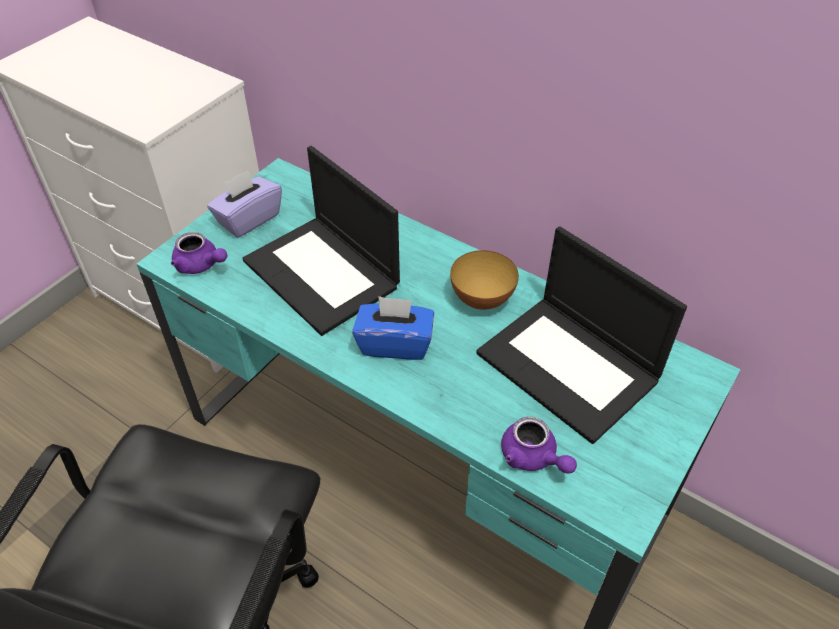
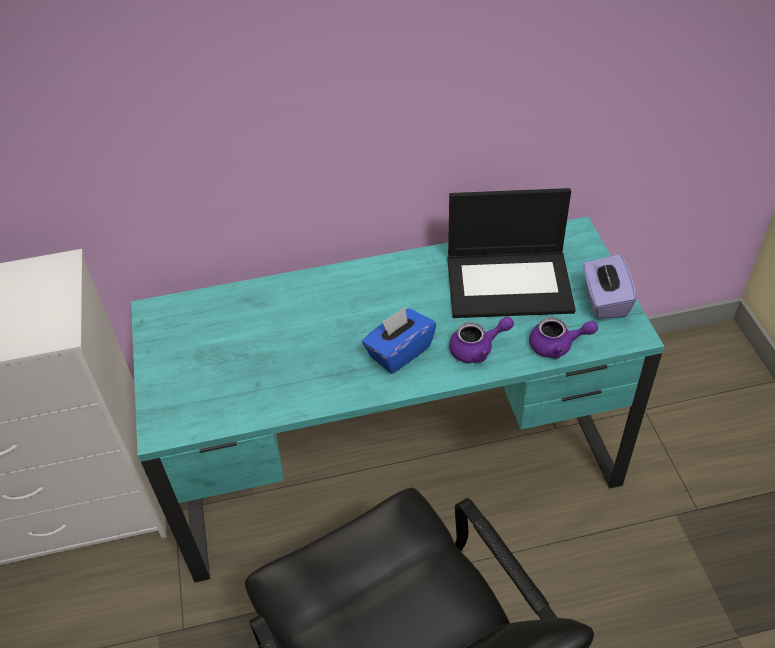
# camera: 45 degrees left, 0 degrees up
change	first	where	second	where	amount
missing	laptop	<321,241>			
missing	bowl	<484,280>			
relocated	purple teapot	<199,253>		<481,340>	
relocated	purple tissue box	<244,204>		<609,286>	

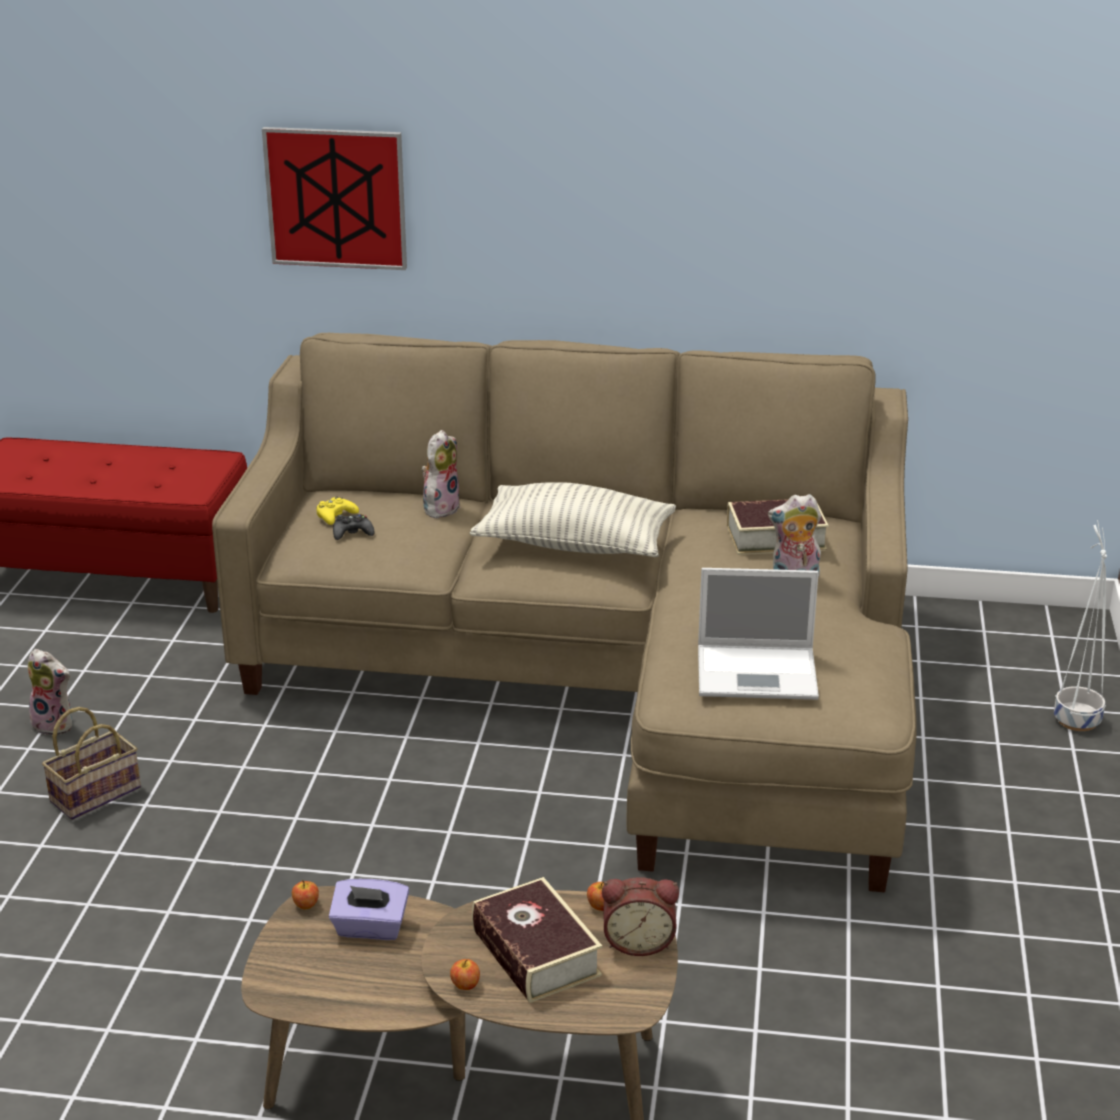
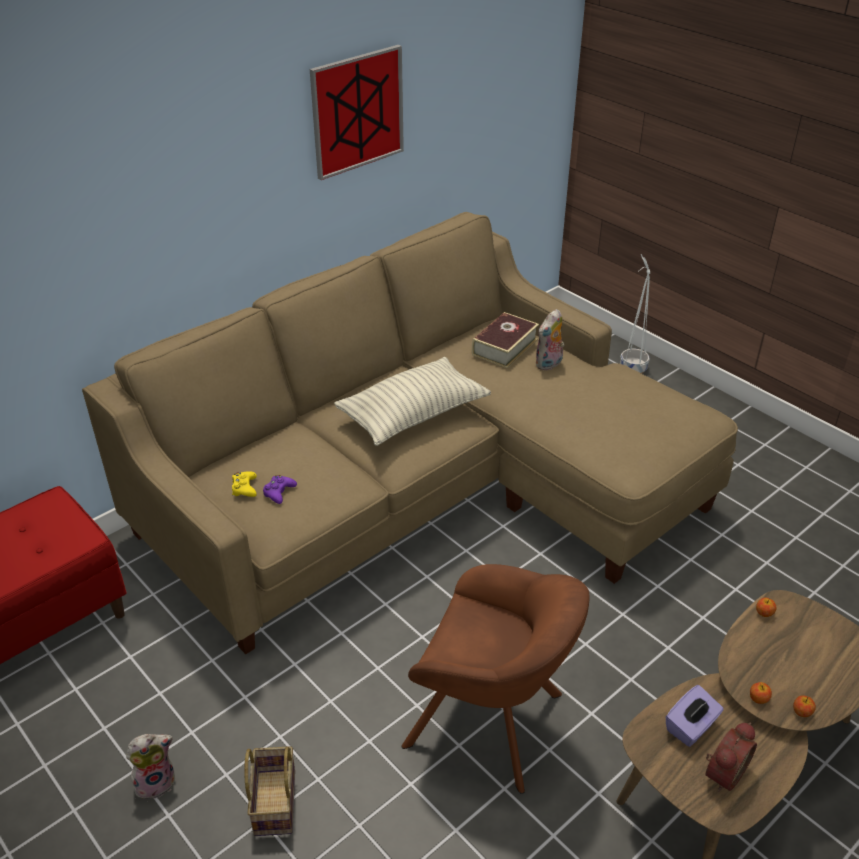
# camera: 50 degrees left, 10 degrees up
change	first	where	second	where	amount
missing	plush toy	<441,474>			
missing	book	<537,940>			
missing	laptop	<758,634>			
appeared			brown armchair	<495,679>	
relocated	picture	<334,198>		<357,112>	
relocated	apple	<305,895>		<761,693>	
relocated	alarm clock	<640,916>		<731,757>	
colour	black game controller	<354,527>	purple game controller	<280,489>	

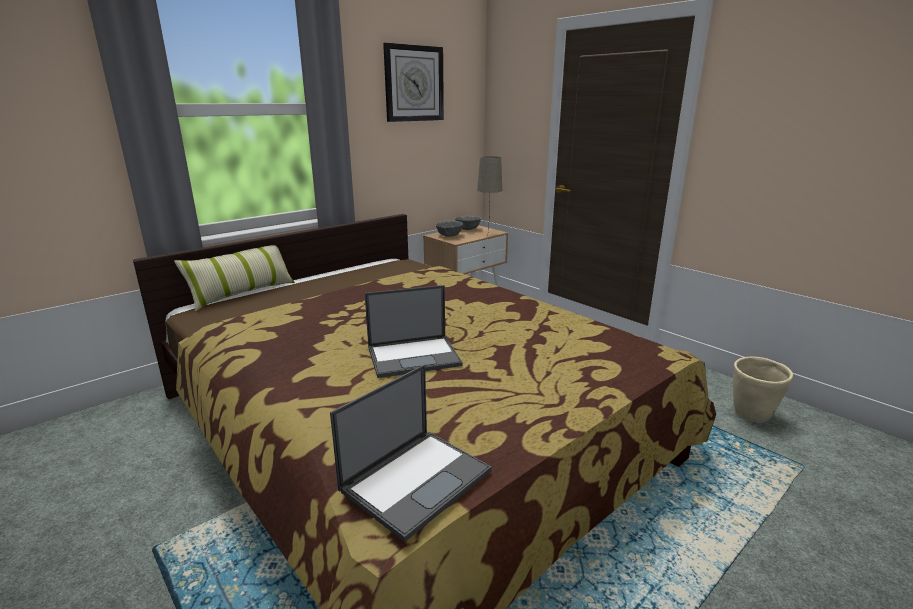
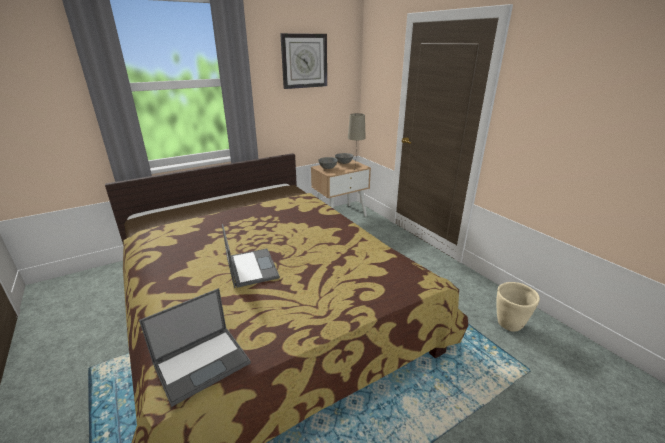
# camera: 10 degrees right, 5 degrees up
change	first	where	second	where	amount
missing	pillow	<234,278>			
spun	laptop	<414,331>		<251,256>	105 degrees counterclockwise

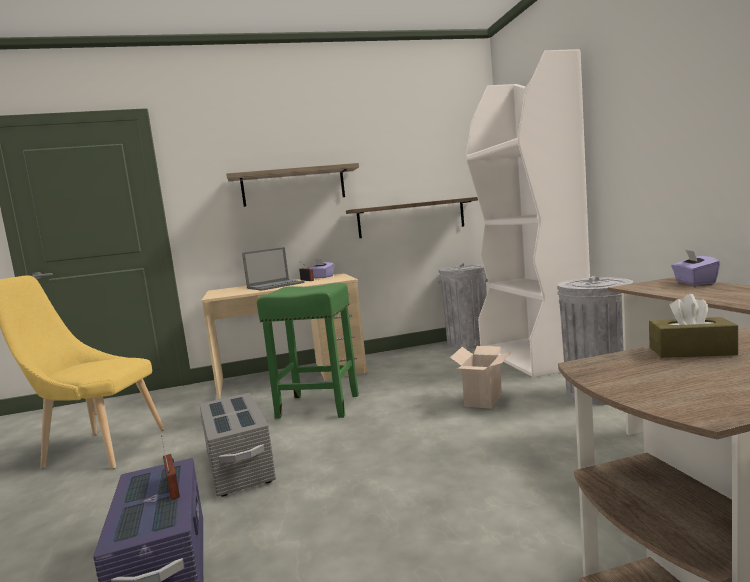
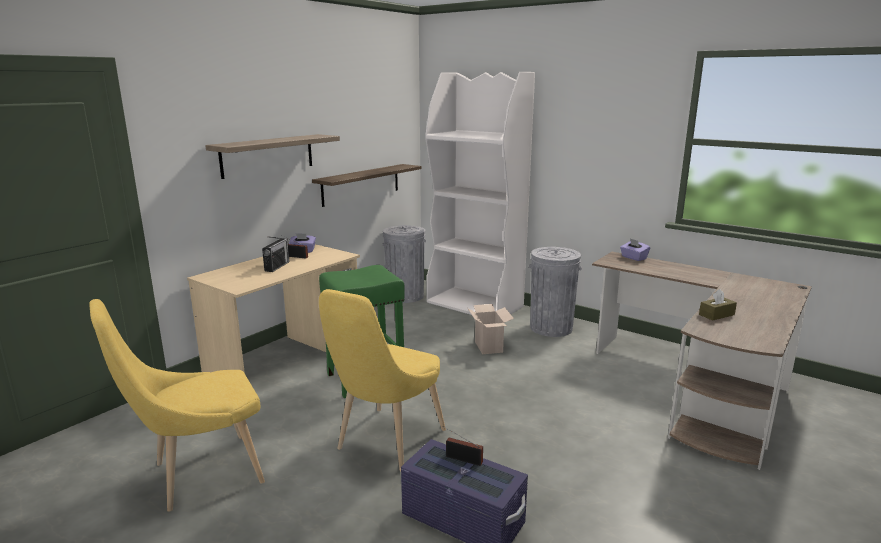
# camera: 40 degrees left, 10 degrees up
change	first	where	second	where	amount
exchanged	grey storage box	<237,445>	yellow chair	<382,380>	
exchanged	laptop	<273,269>	radio	<276,254>	

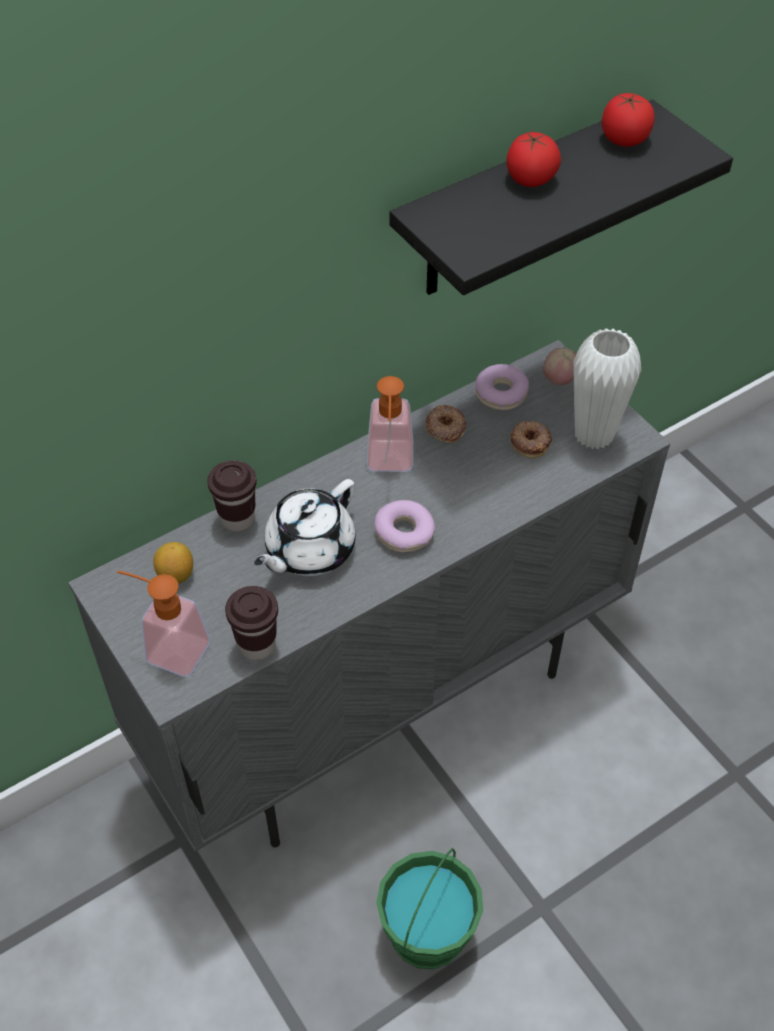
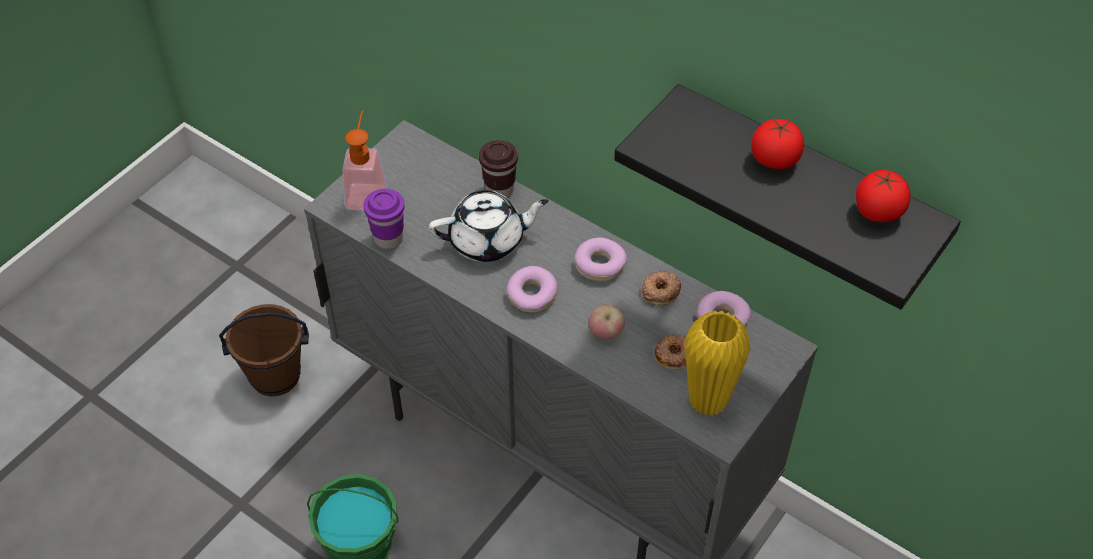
# camera: 70 degrees right, 0 degrees up
change	first	where	second	where	amount
missing	lemon	<173,563>			
appeared			brown bucket	<264,350>	
relocated	apple	<559,366>		<607,321>	
exchanged	soap dispenser	<390,424>	donut	<601,259>	
colour	brown cup	<251,623>	purple cup	<384,219>	
colour	white vase	<607,388>	yellow vase	<717,363>	
spun	white teapot	<305,527>		<489,226>	150 degrees clockwise

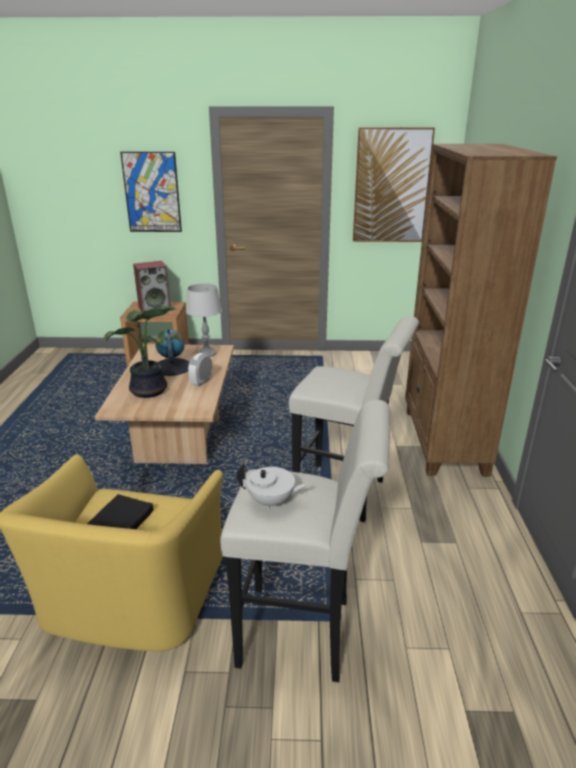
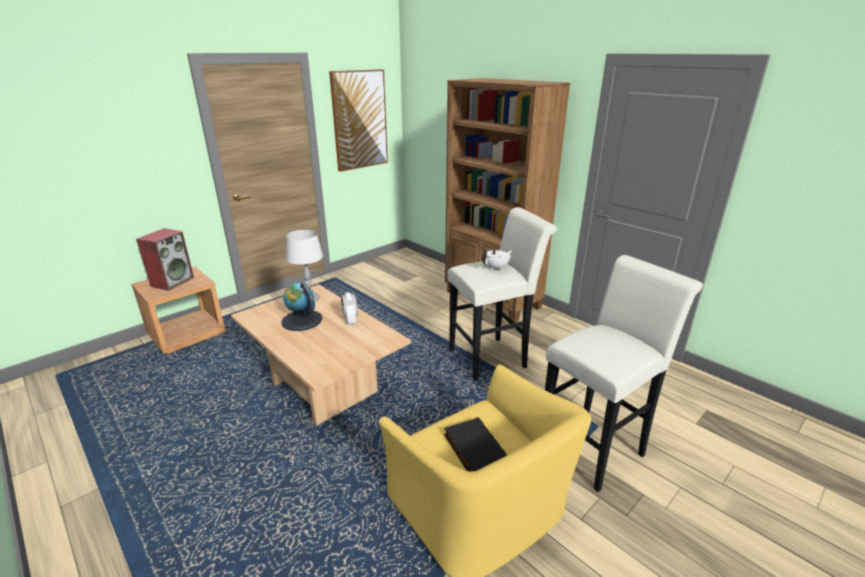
# camera: 45 degrees left, 0 degrees up
change	first	where	second	where	amount
missing	potted plant	<140,352>			
missing	picture	<151,192>			
relocated	white teapot	<273,487>		<497,260>	

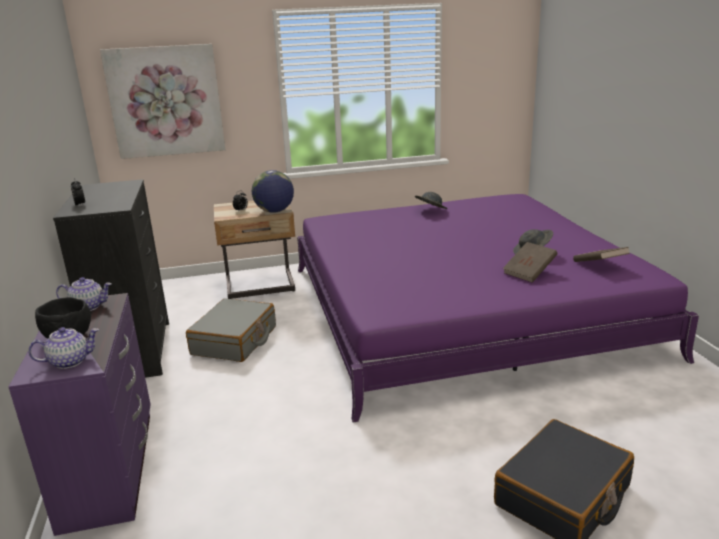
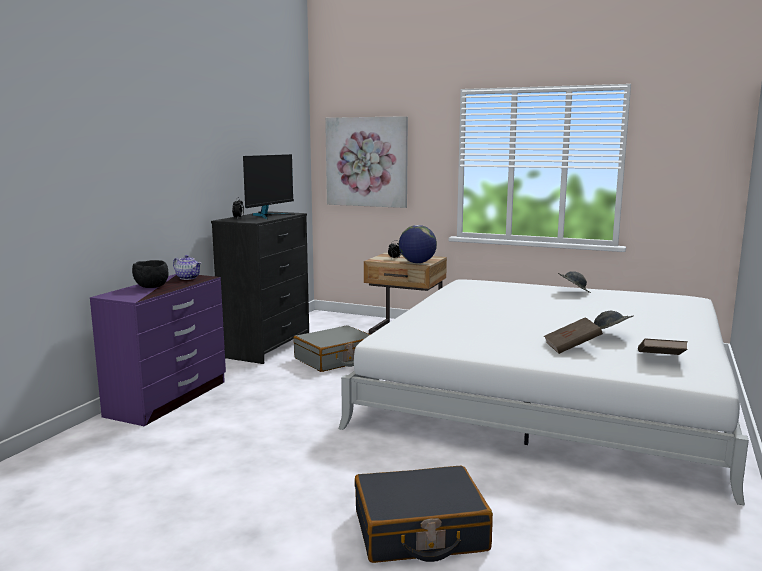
# camera: 35 degrees right, 10 degrees down
change	first	where	second	where	amount
missing	teapot	<63,348>			
appeared			monitor	<269,187>	
colour	purple bed	<498,308>	white bed	<543,392>	

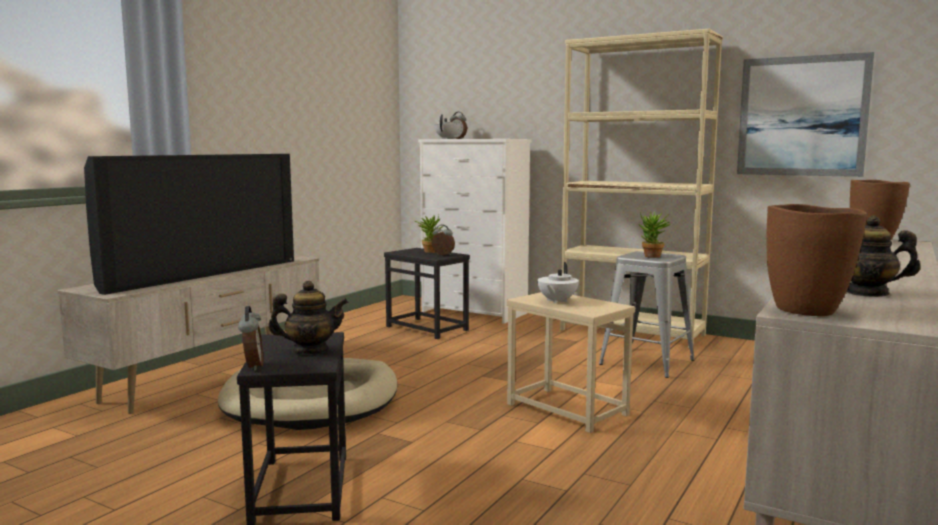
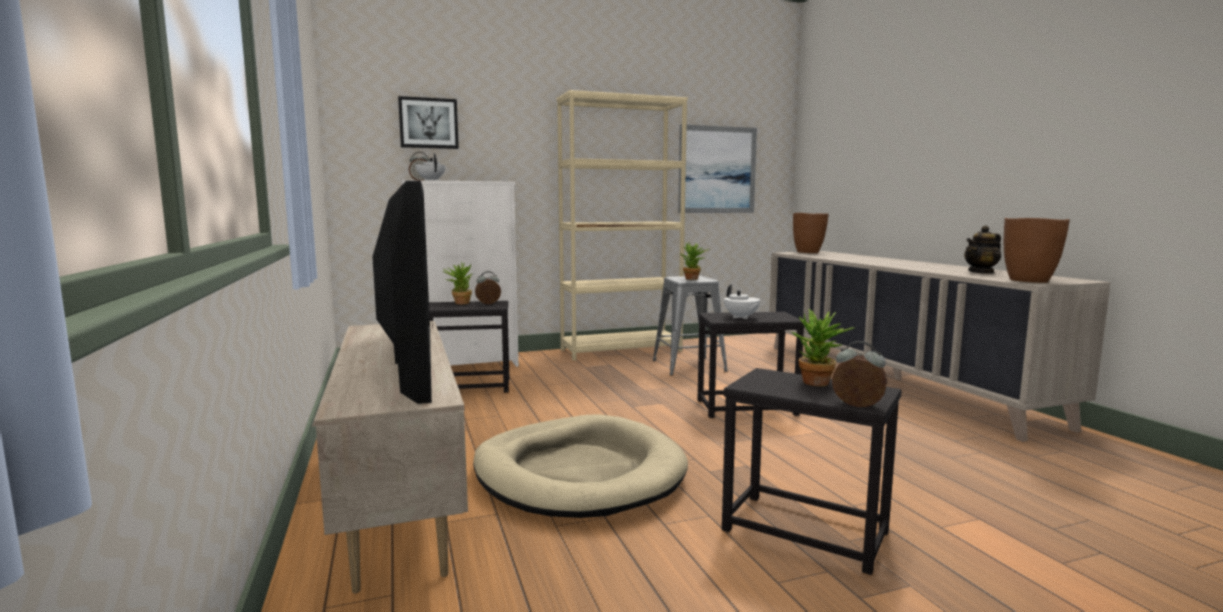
# camera: 50 degrees left, 0 degrees up
change	first	where	second	where	amount
appeared			picture	<428,122>	
exchanged	teapot	<308,317>	potted plant	<823,347>	
colour	beige side table	<571,362>	black side table	<751,365>	

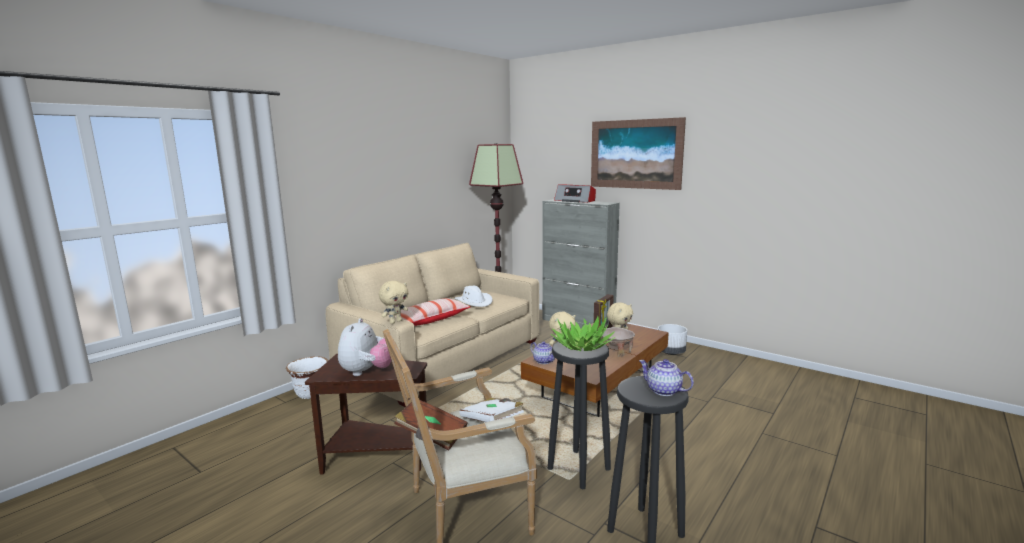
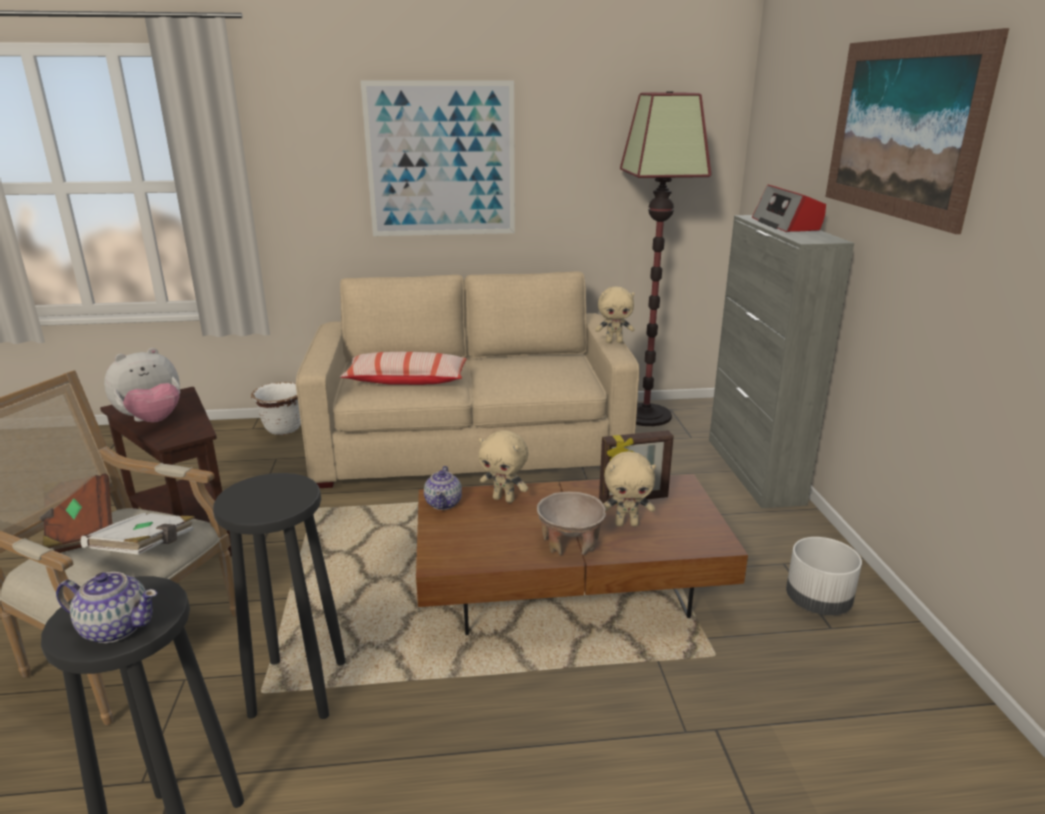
# camera: 45 degrees right, 10 degrees up
change	first	where	second	where	amount
missing	white hat	<473,296>			
missing	potted plant	<583,333>			
appeared			picture	<438,158>	
relocated	beige plush toy	<393,302>		<615,314>	
spun	teapot	<666,377>		<106,607>	105 degrees clockwise

